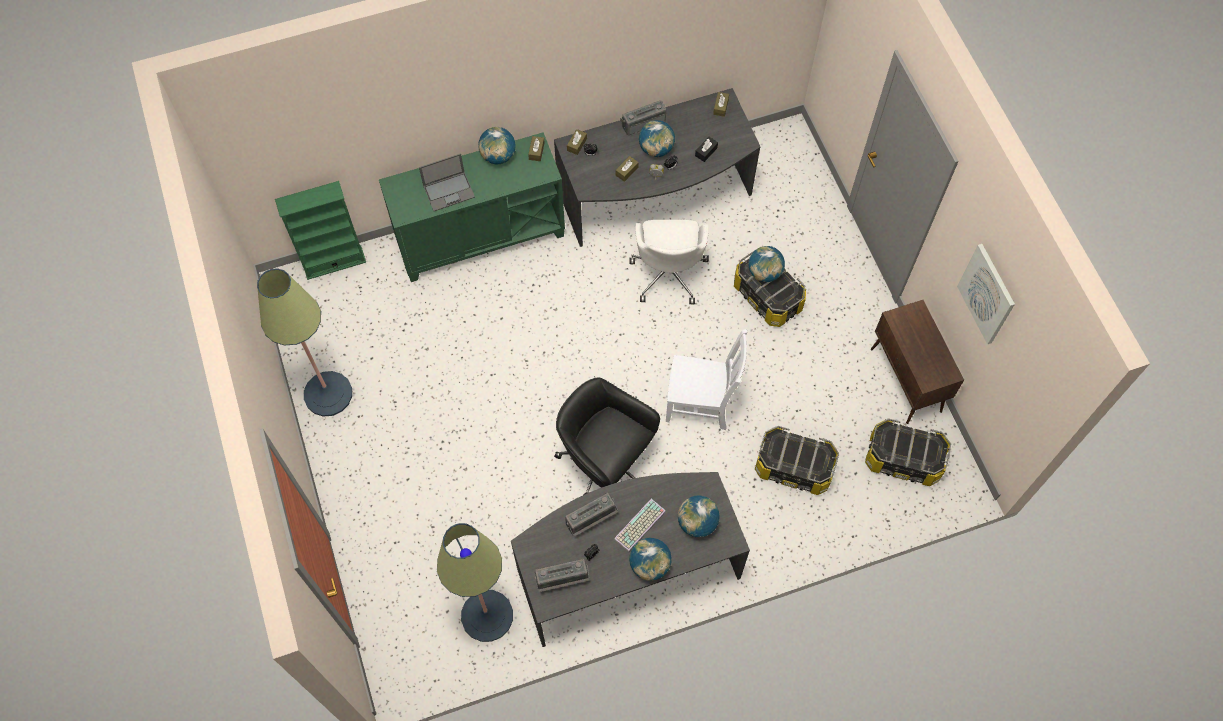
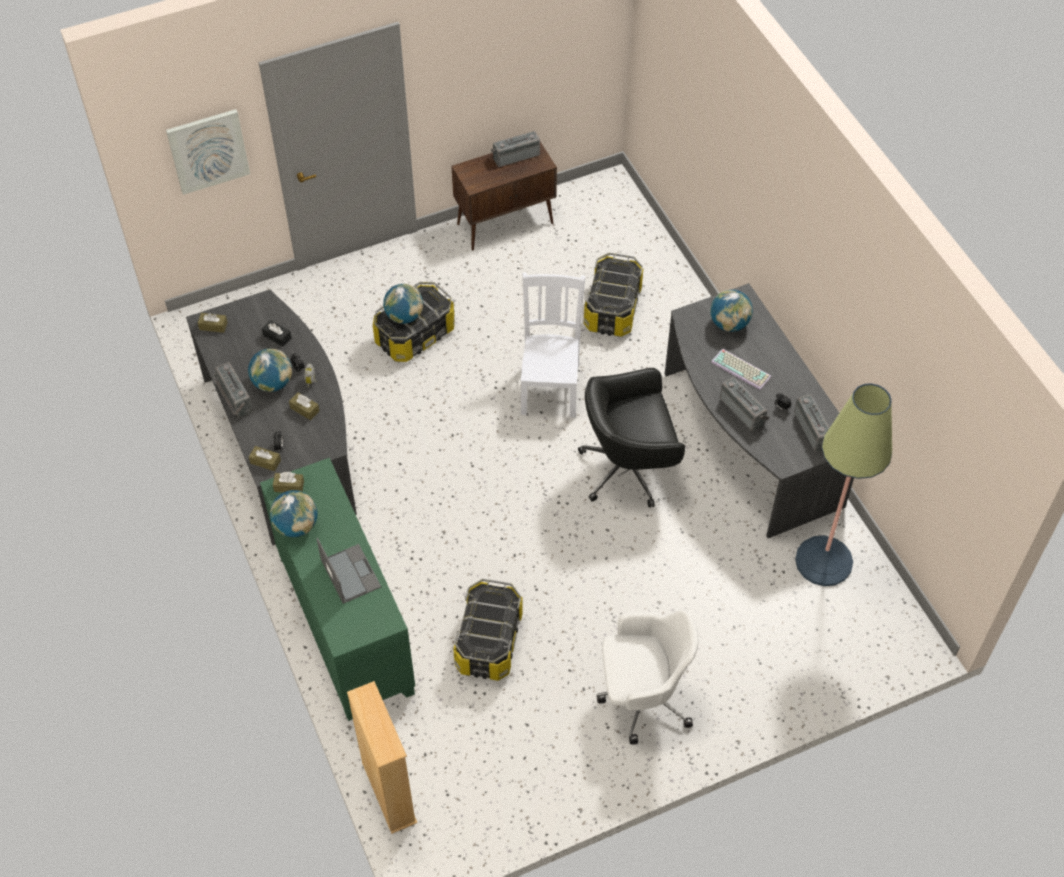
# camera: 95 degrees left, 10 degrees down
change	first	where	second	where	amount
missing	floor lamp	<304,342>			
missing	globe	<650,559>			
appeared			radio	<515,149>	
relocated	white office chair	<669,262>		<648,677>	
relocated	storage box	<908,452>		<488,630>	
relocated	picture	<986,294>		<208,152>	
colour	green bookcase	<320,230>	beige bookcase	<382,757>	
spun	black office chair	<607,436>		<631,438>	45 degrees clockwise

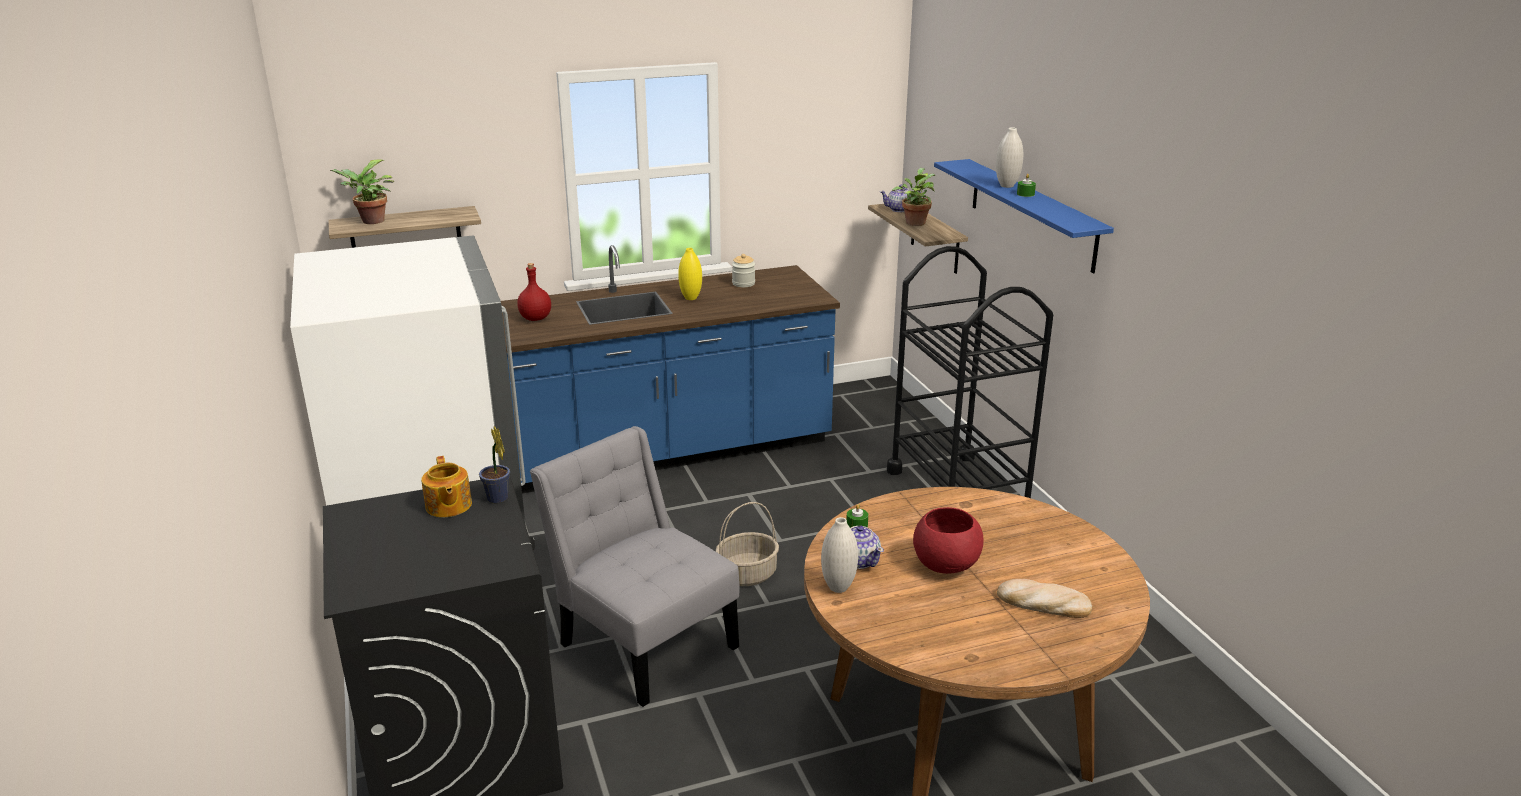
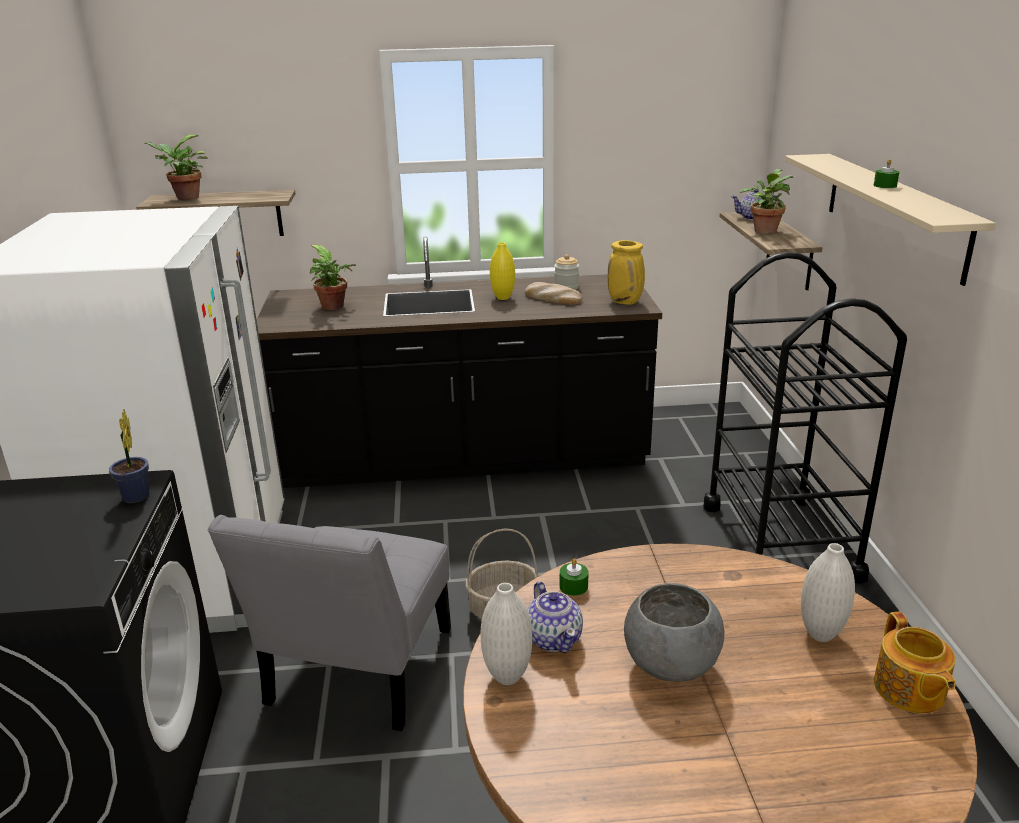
# camera: 15 degrees right, 0 degrees up
change	first	where	second	where	amount
appeared			yellow vase	<626,272>	
relocated	teapot	<446,486>		<914,662>	
relocated	white vase	<1009,157>		<828,592>	
relocated	bread	<1044,598>		<553,293>	
exchanged	red bottle	<534,292>	potted plant	<333,277>	
colour	blue counter	<670,369>	black counter	<459,362>	
colour	red bowl	<948,540>	grey bowl	<674,632>	
colour	blue shelf	<1024,216>	beige shelf	<890,220>	
spun	grey chair	<635,566>		<329,623>	135 degrees counterclockwise

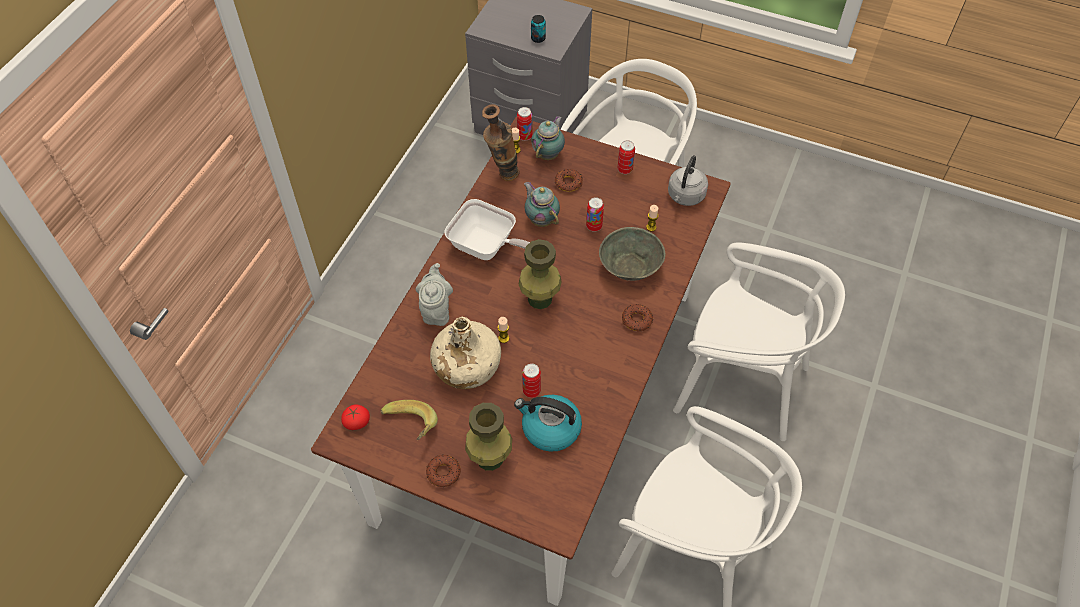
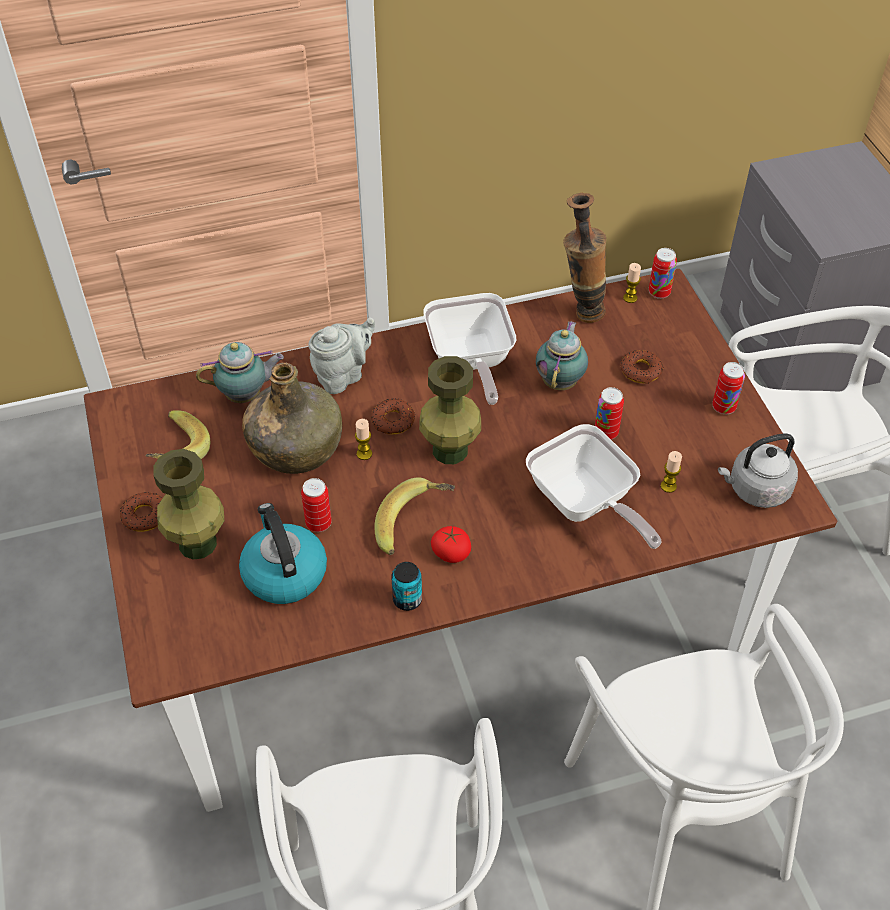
# camera: 50 degrees right, 5 degrees down
change	first	where	second	where	amount
appeared			banana	<414,516>	
relocated	tomato	<355,417>		<451,544>	
relocated	can	<538,29>		<406,586>	
relocated	teapot	<548,138>		<240,372>	
relocated	donut	<637,318>		<393,416>	
exchanged	grey bowl	<632,254>	frying pan	<594,486>	
colour	beige bottle	<465,352>	green bottle	<292,418>	

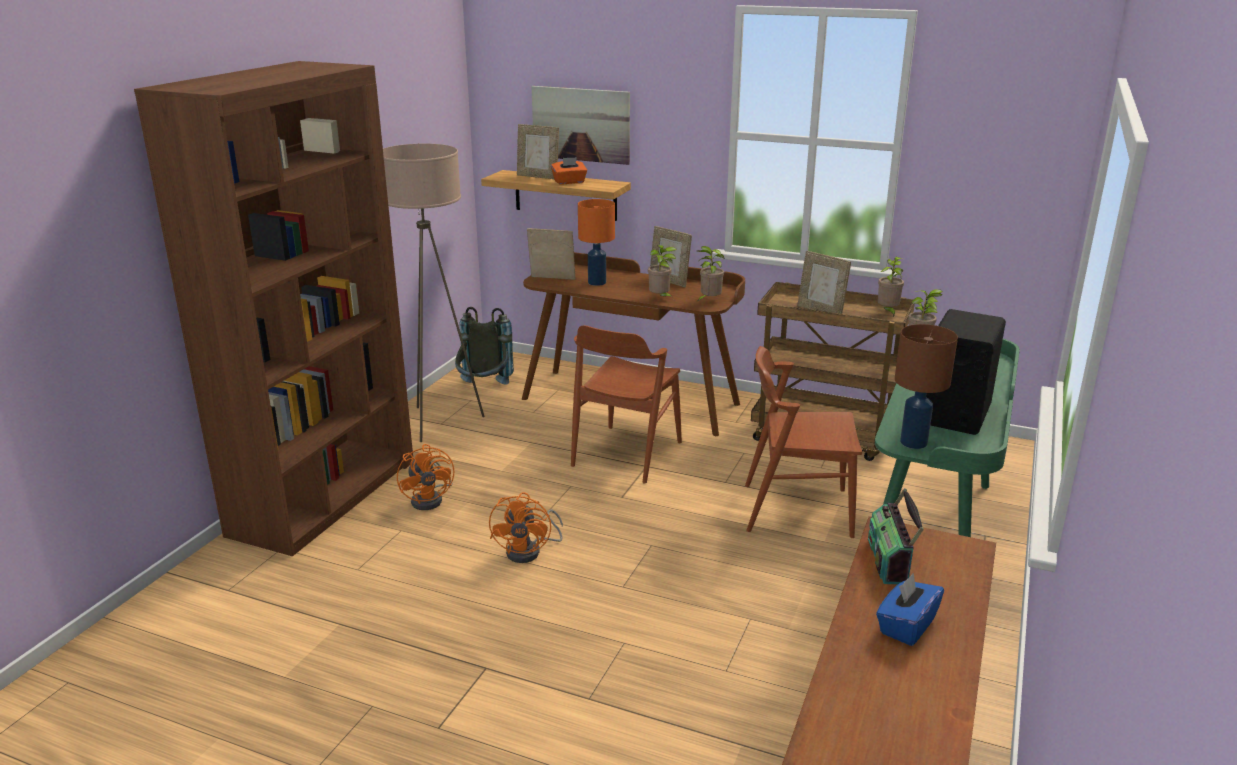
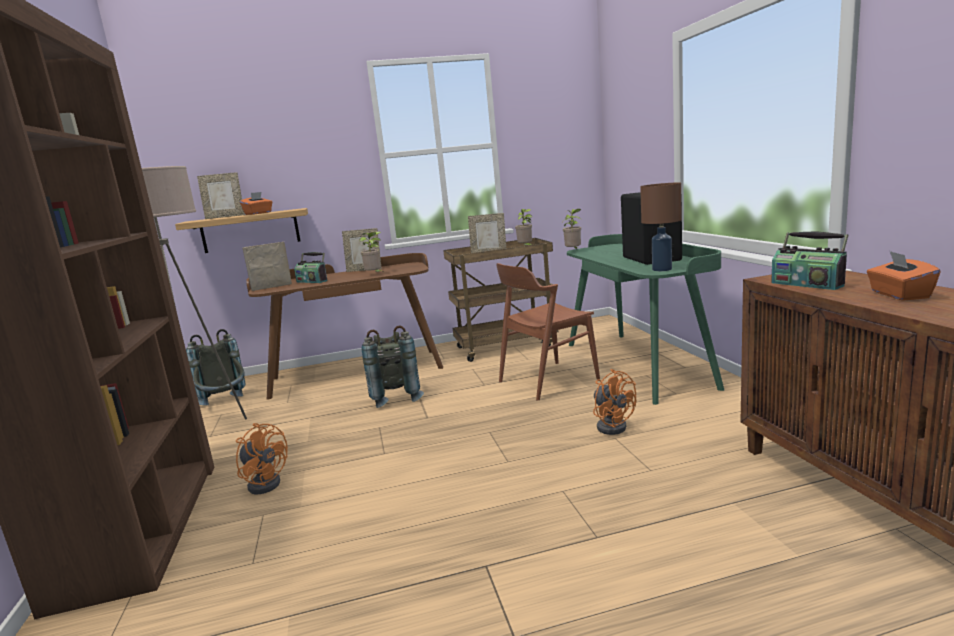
# camera: 35 degrees left, 10 degrees down
change	first	where	second	where	amount
missing	picture	<580,125>			
missing	potted plant	<711,273>			
relocated	orange fan	<526,527>		<614,402>	
exchanged	brown chair	<626,404>	grey backpack	<393,366>	
exchanged	orange table lamp	<596,242>	radio	<311,267>	
colour	blue tissue box	<910,609>	orange tissue box	<903,276>	

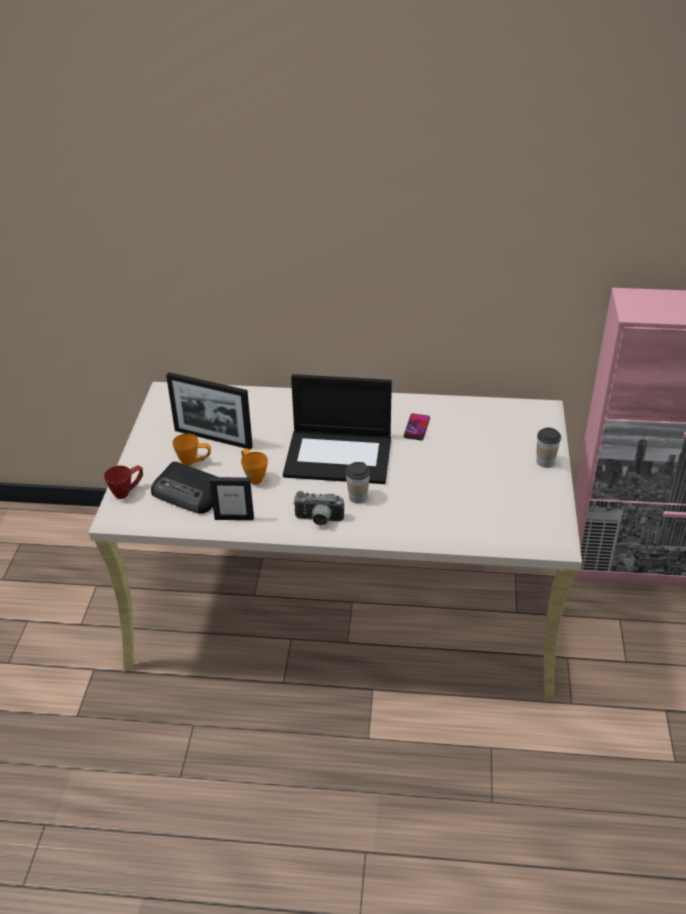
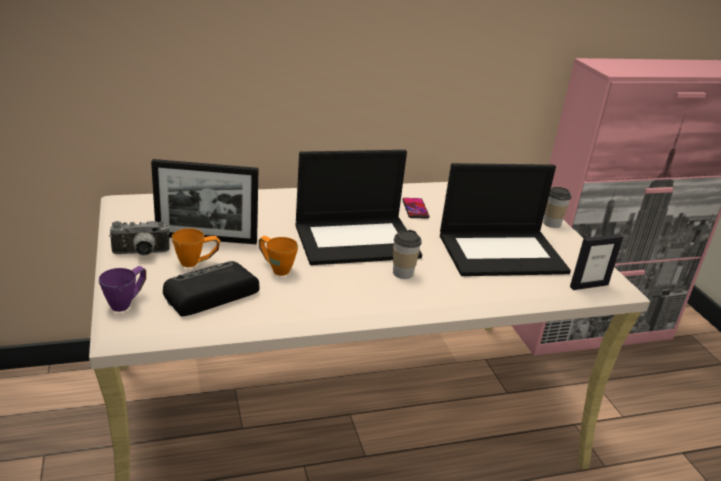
# camera: 25 degrees left, 10 degrees down
change	first	where	second	where	amount
appeared			laptop	<505,219>	
relocated	picture frame	<232,498>		<596,262>	
relocated	photo camera	<318,508>		<139,238>	
colour	red mug	<123,482>	purple mug	<122,289>	
spun	radio	<184,488>		<211,288>	135 degrees clockwise

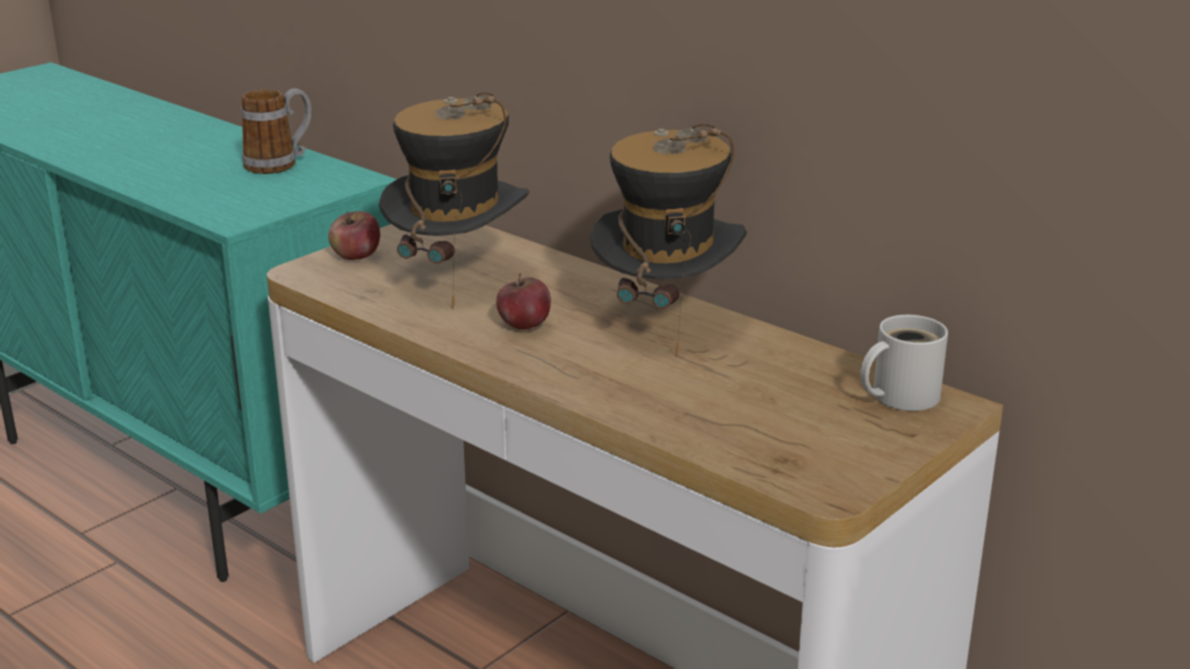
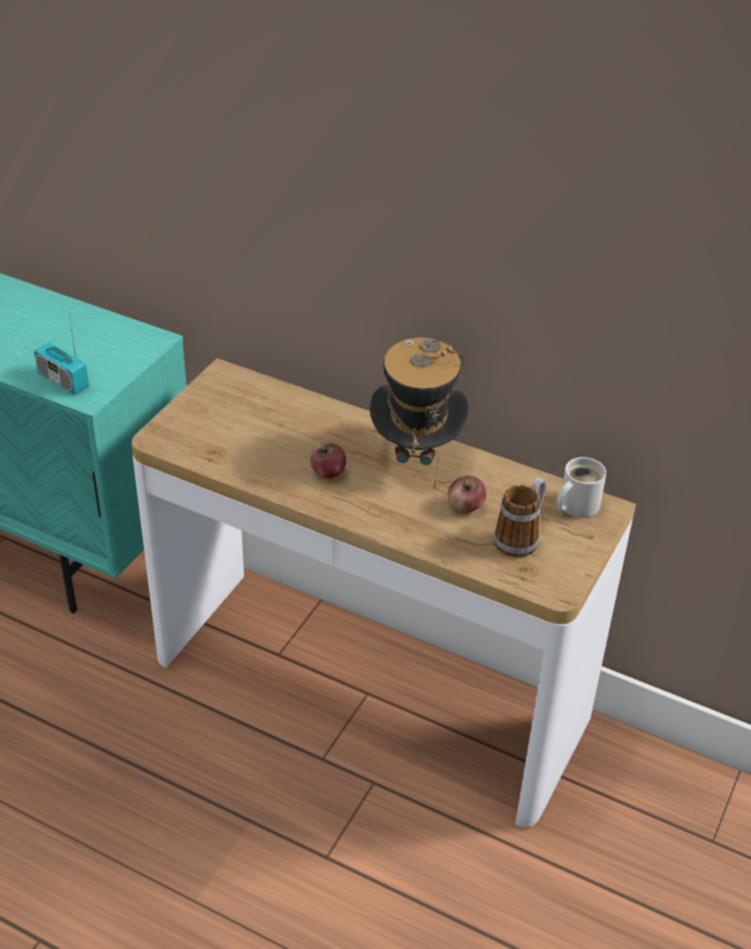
# camera: 15 degrees left, 15 degrees up
change	first	where	second	where	amount
missing	hat	<454,200>			
appeared			radio	<61,355>	
relocated	mug	<276,131>		<520,517>	
relocated	apple	<354,235>		<467,494>	

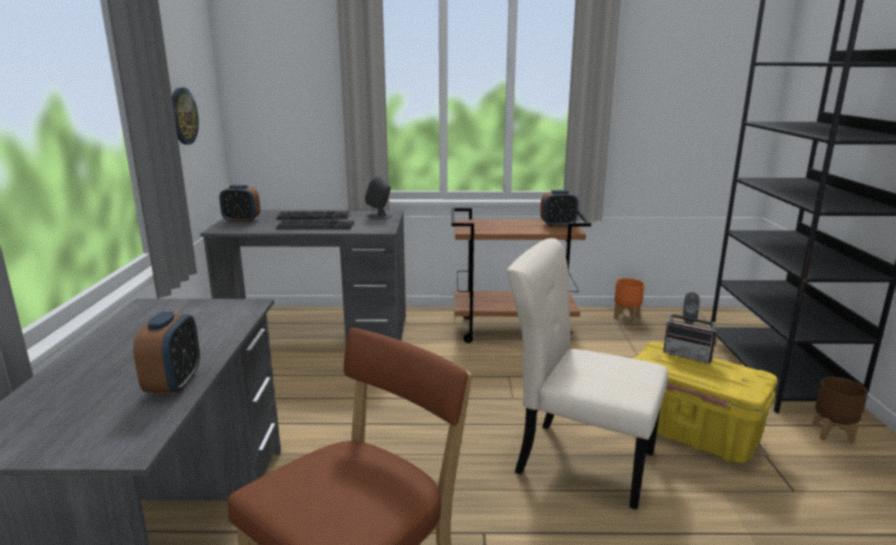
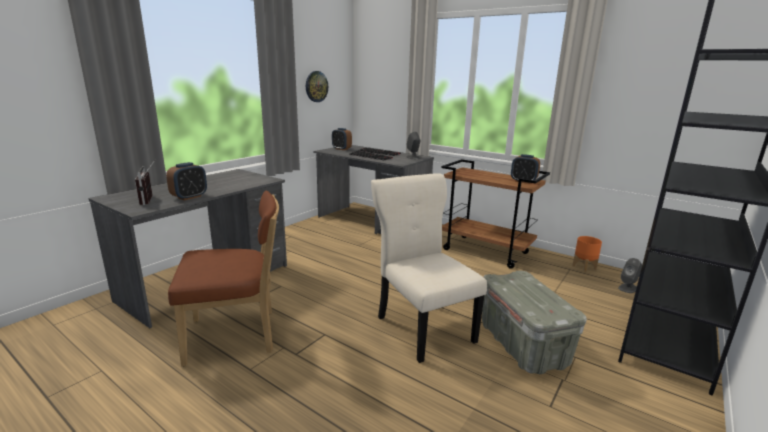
# camera: 35 degrees right, 0 degrees up
change	first	where	second	where	amount
missing	brown planter	<840,410>			
relocated	radio	<690,332>		<145,182>	
colour	yellow storage box	<705,402>	grey storage box	<534,322>	

